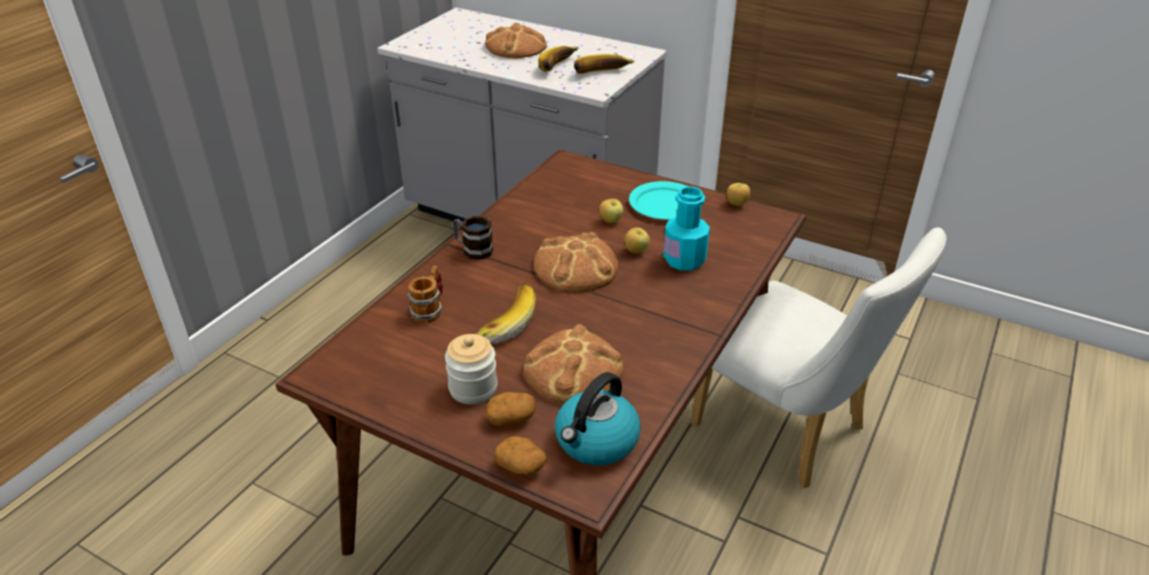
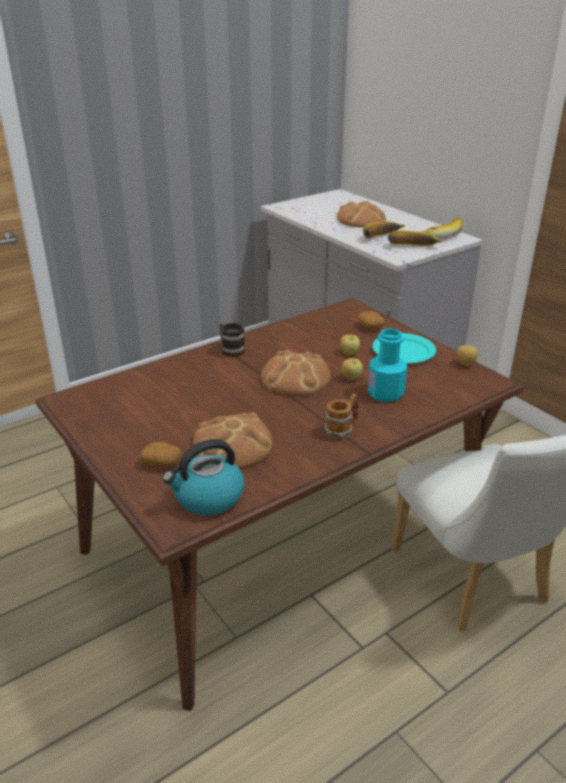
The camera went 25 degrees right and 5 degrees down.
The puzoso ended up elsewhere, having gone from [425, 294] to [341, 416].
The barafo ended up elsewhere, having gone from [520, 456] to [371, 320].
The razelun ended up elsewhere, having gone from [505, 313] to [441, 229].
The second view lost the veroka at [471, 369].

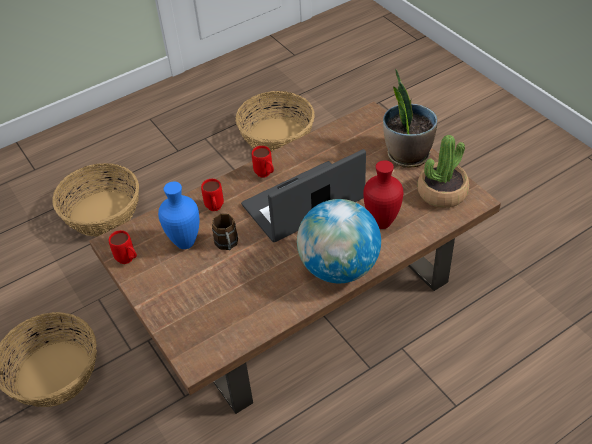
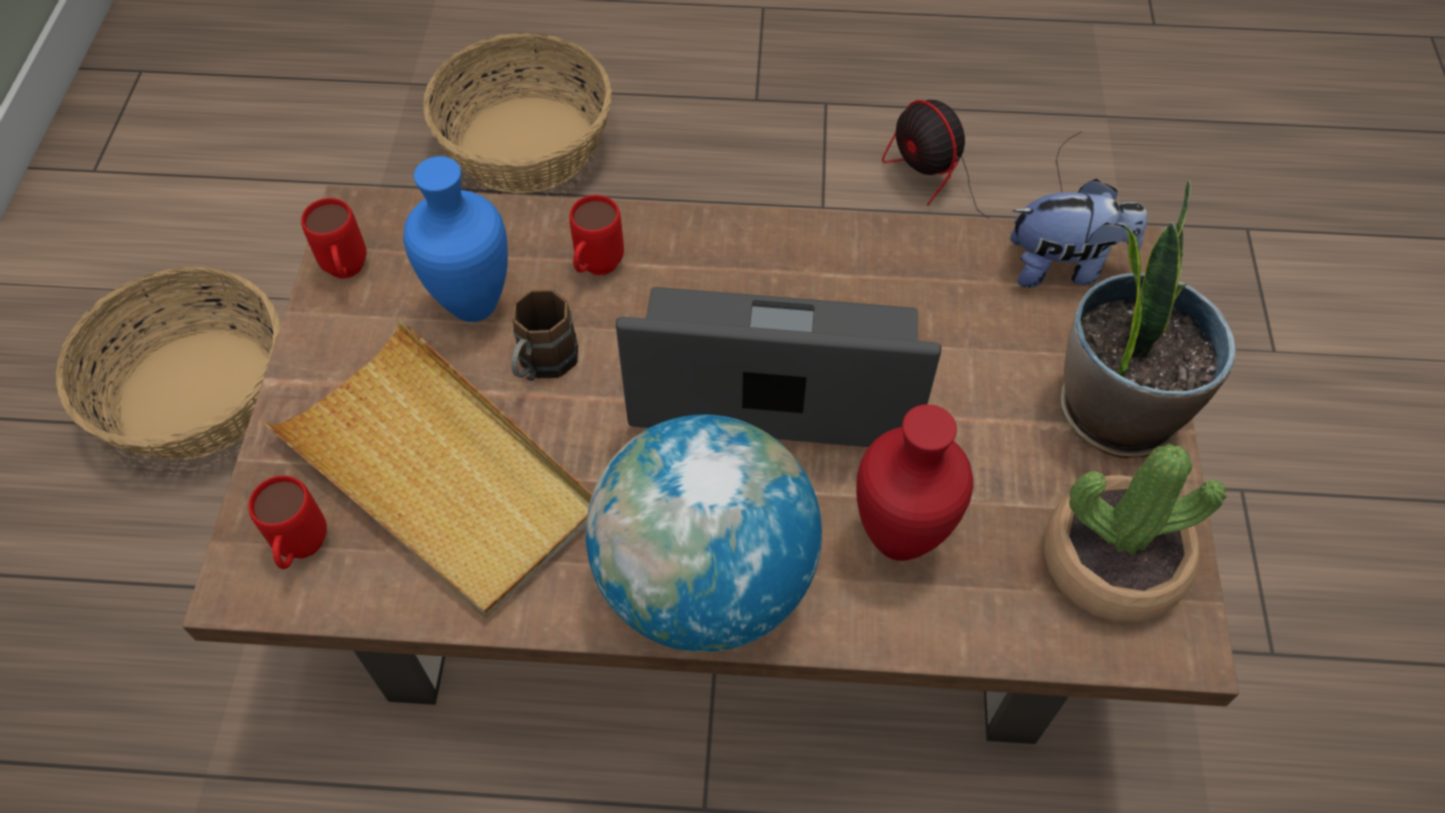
The camera went 35 degrees right and 10 degrees up.
The red puzoso ended up elsewhere, having gone from [263, 161] to [287, 522].
The second view gained the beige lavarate at [428, 468].
Where the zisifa stood at [275, 121], the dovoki came to stand at [981, 159].
The second view gained the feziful at [1078, 233].

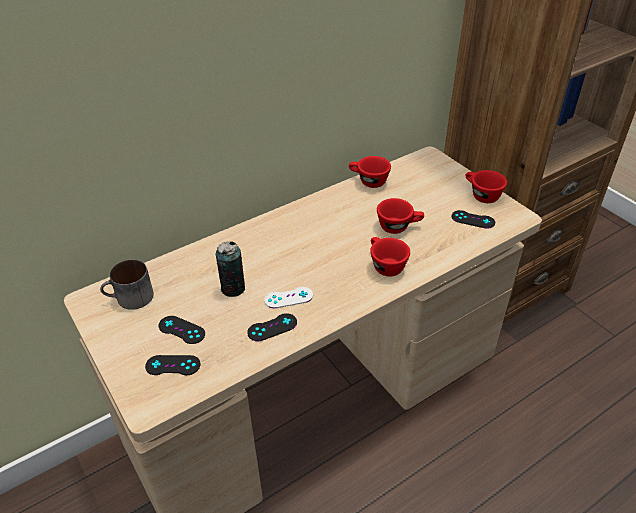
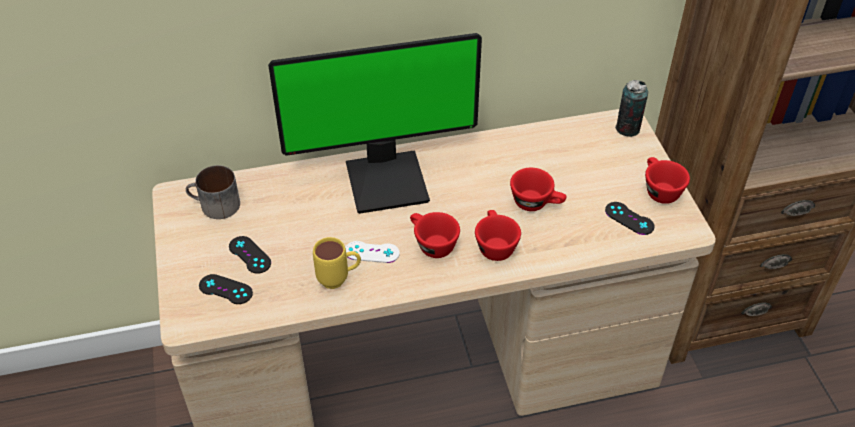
The camera went 20 degrees right and 5 degrees up.
The second view gained the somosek at [375, 123].
Where the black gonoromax stood at [272, 327], the yellow puzoso came to stand at [337, 263].
The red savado ended up elsewhere, having gone from [370, 172] to [435, 235].
The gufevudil ended up elsewhere, having gone from [230, 269] to [631, 108].

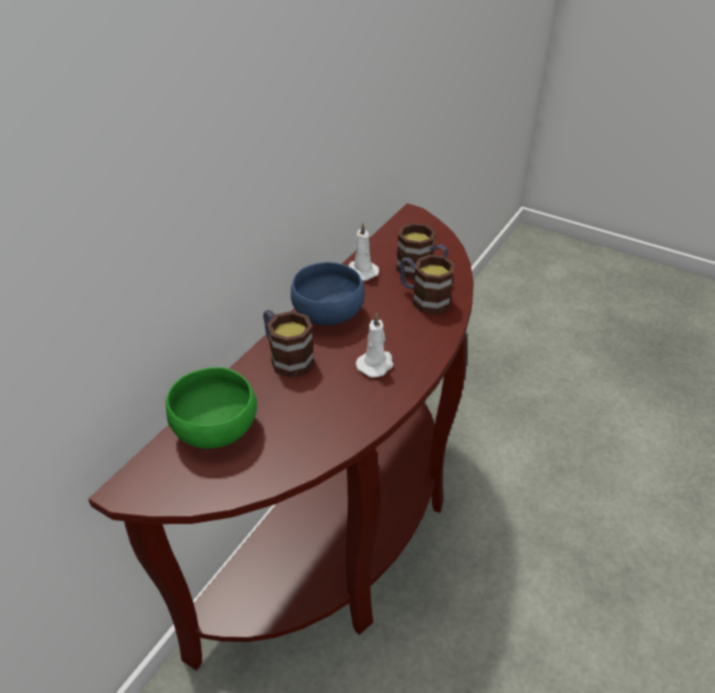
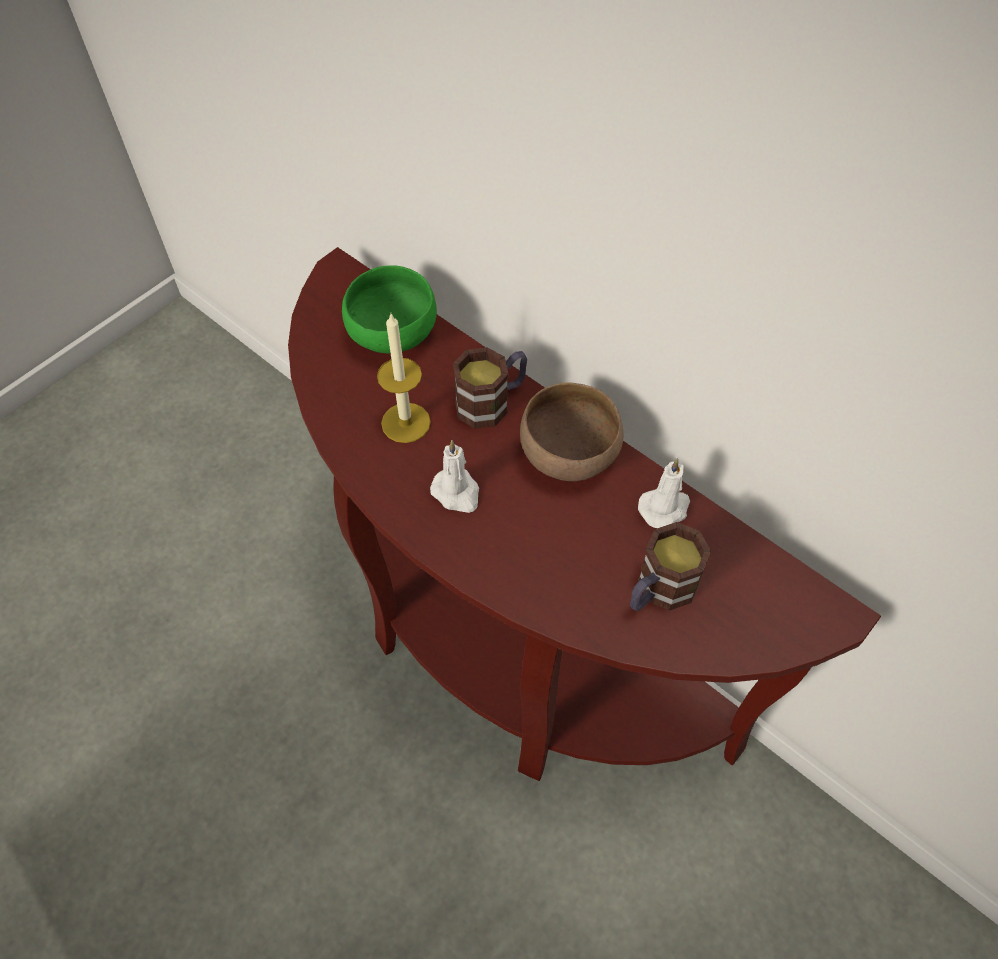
The camera went 100 degrees right and 15 degrees up.
The second view gained the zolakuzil at [404, 378].
What was the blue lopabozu at [328, 294] turned into the brown lopabozu at [571, 431].
The second view lost the puzoso at [427, 284].

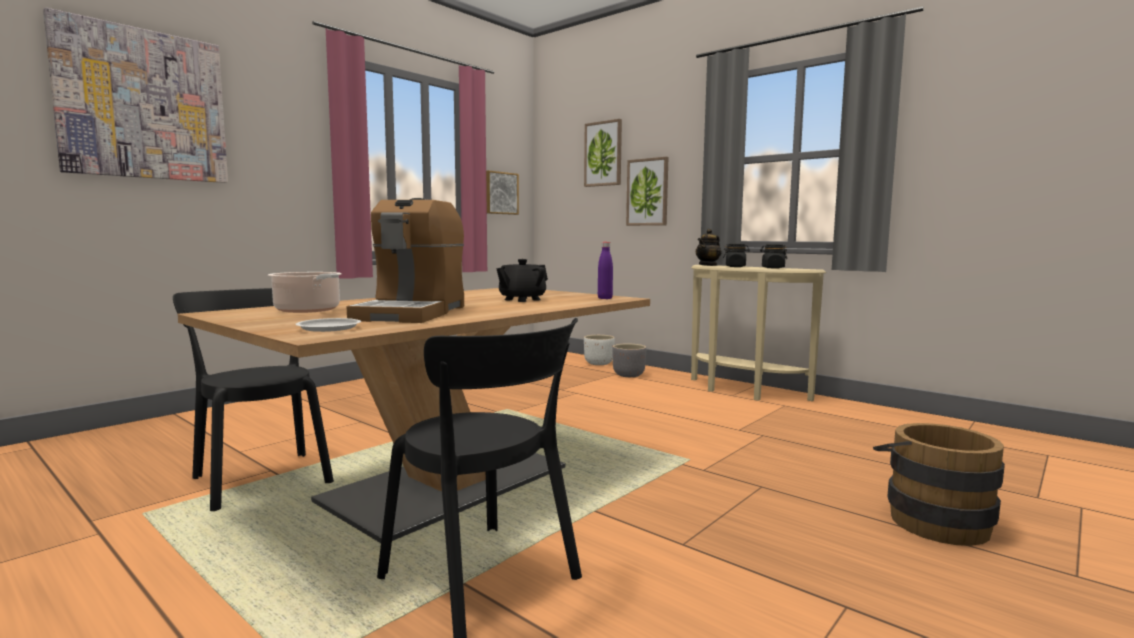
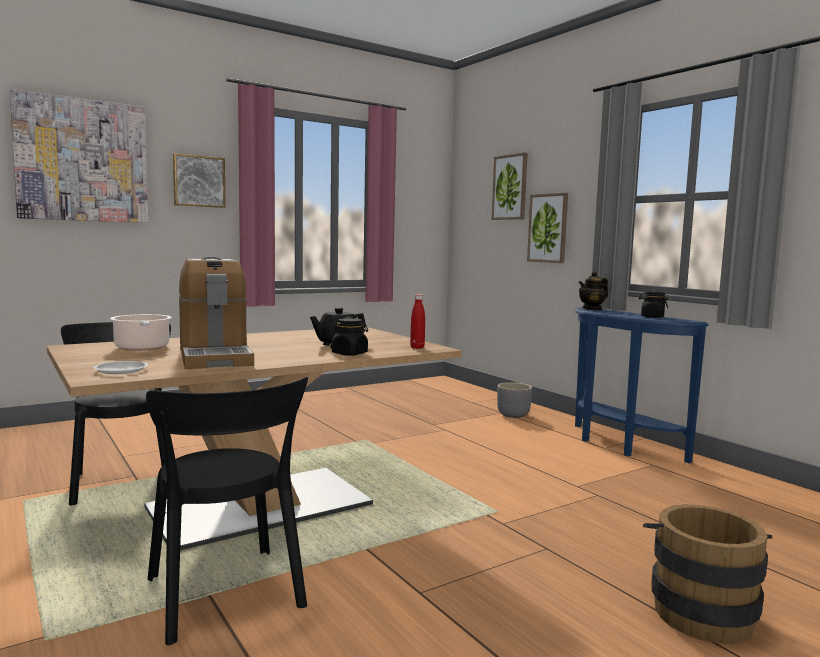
The camera went 15 degrees right and 0 degrees up.
The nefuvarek ended up elsewhere, having gone from [502, 192] to [199, 180].
The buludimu at [405, 260] ended up facing another way, 45 degrees counterclockwise from before.
The black veroka ended up elsewhere, having gone from [736, 255] to [350, 337].
What was the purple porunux at [605, 270] turned into the red porunux at [417, 321].
What was the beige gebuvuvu at [758, 333] turned into the blue gebuvuvu at [641, 385].
The second view lost the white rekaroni at [599, 350].

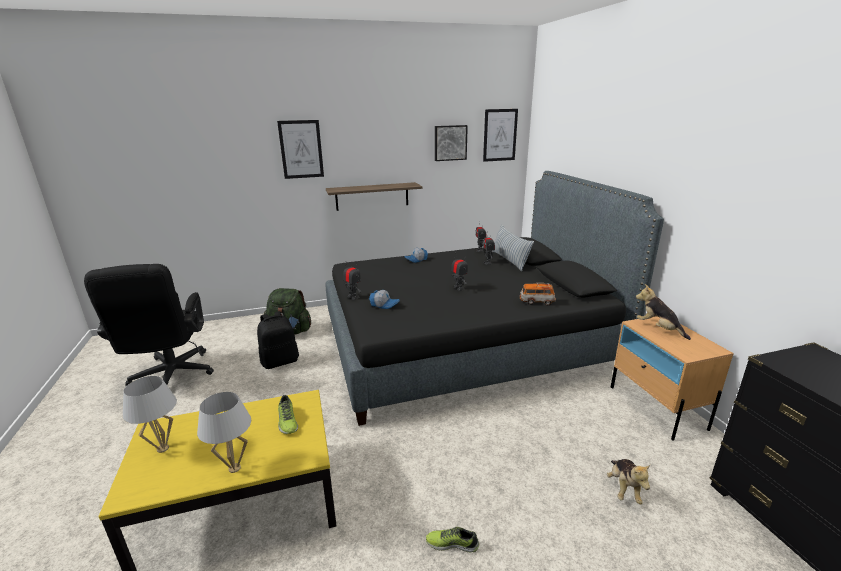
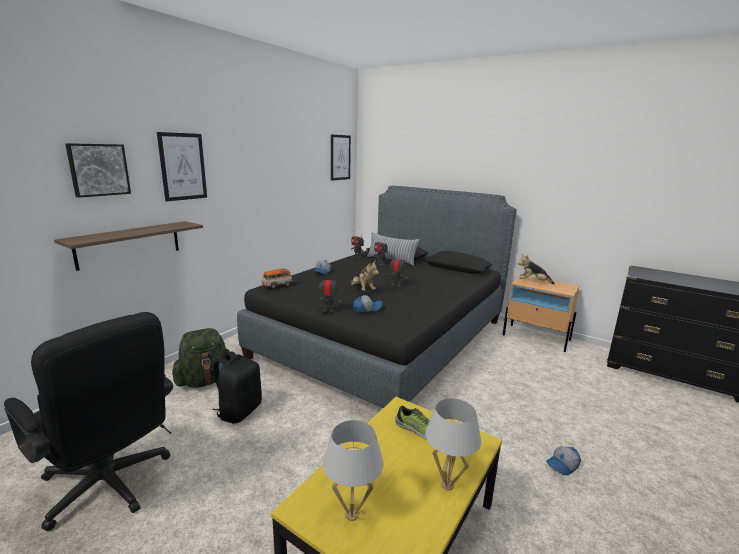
The camera went 40 degrees left and 5 degrees down.
The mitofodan ended up elsewhere, having gone from [374, 196] to [128, 246].
The nefuvarek ended up elsewhere, having gone from [451, 143] to [98, 170].
The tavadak ended up elsewhere, having gone from [538, 294] to [277, 278].
The feziful ended up elsewhere, having gone from [628, 481] to [364, 275].
Where the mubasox stood at [452, 540], the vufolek came to stand at [563, 460].

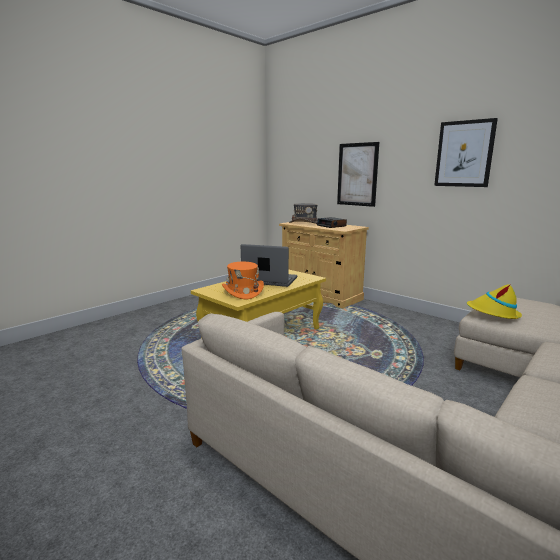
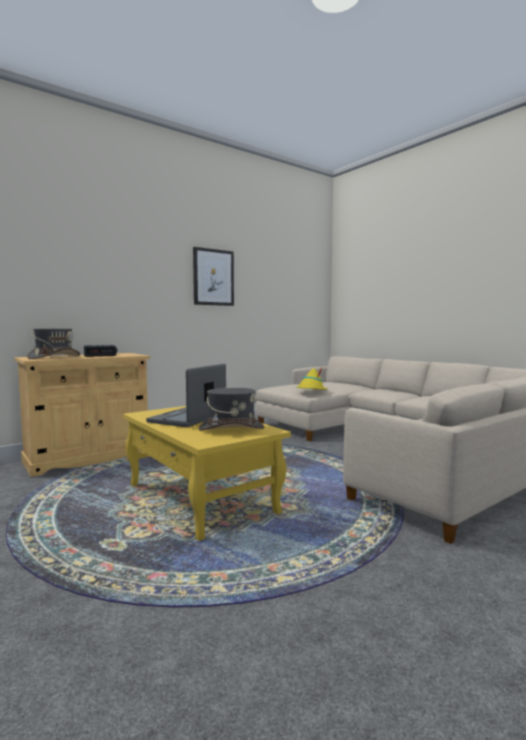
The camera went 80 degrees left and 10 degrees down.
What was the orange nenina at [243, 280] turned into the grey nenina at [231, 409].
The second view lost the nefuvarek at [358, 174].

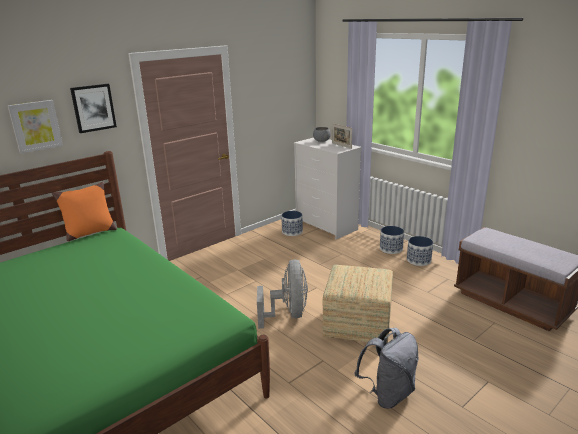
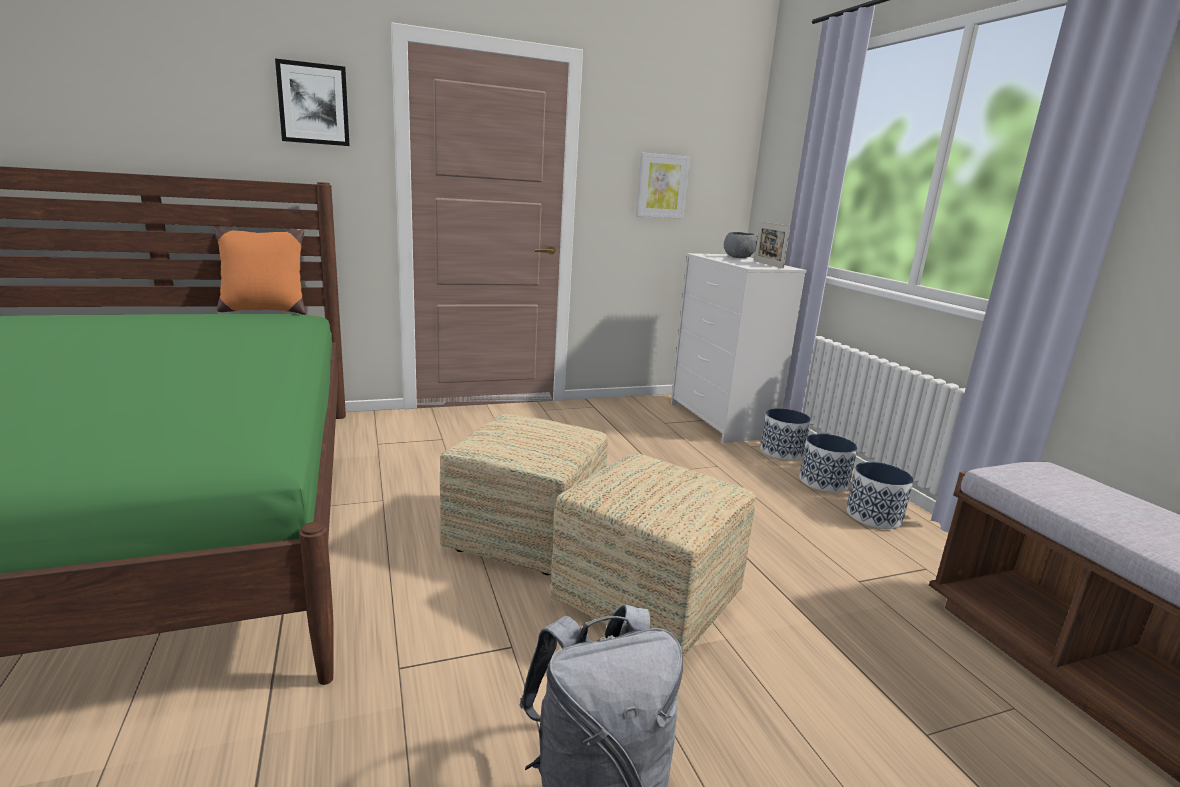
The camera went 20 degrees right and 5 degrees down.
Where the grey dovoki stood at [282, 294], the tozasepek came to stand at [524, 494].
The nefuvarek ended up elsewhere, having gone from [35, 126] to [663, 186].
The rekaroni ended up elsewhere, having gone from [292, 223] to [785, 434].

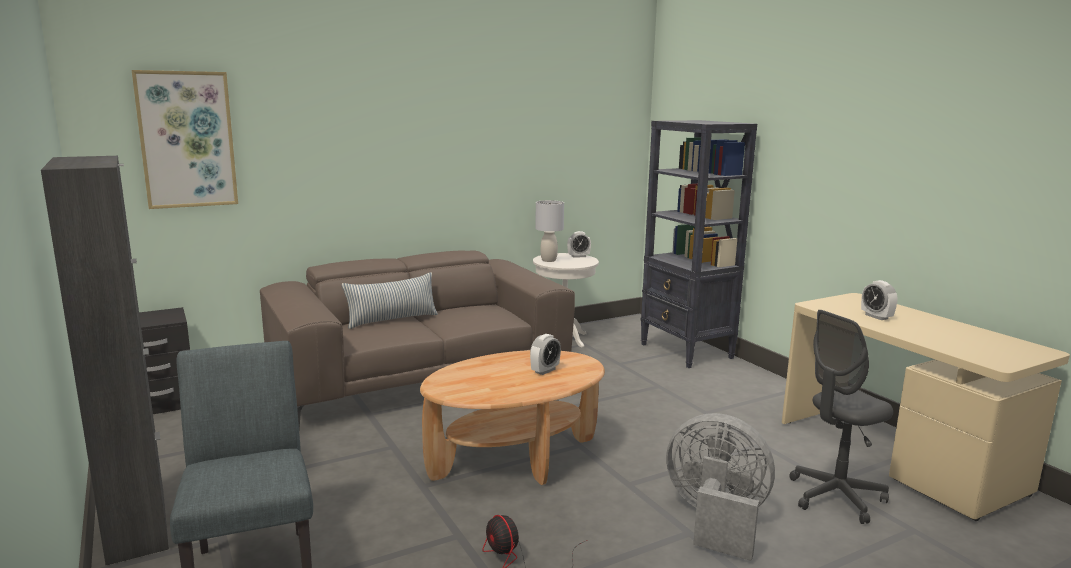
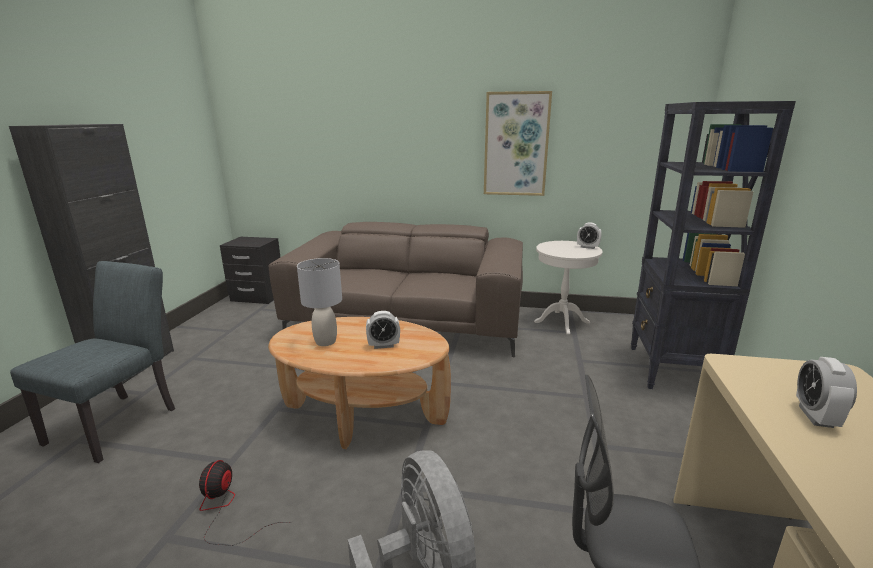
The camera went 40 degrees right and 5 degrees up.
The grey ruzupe ended up elsewhere, having gone from [549, 231] to [319, 302].
The nefuvarek ended up elsewhere, having gone from [185, 139] to [518, 143].
The second view lost the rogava at [390, 300].

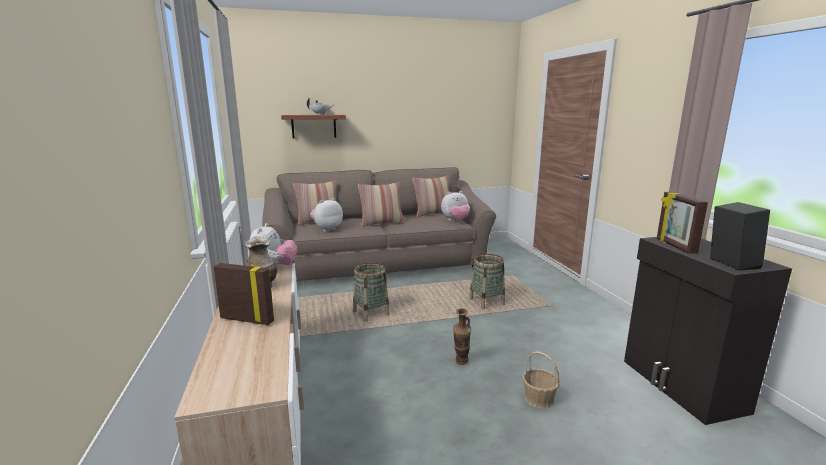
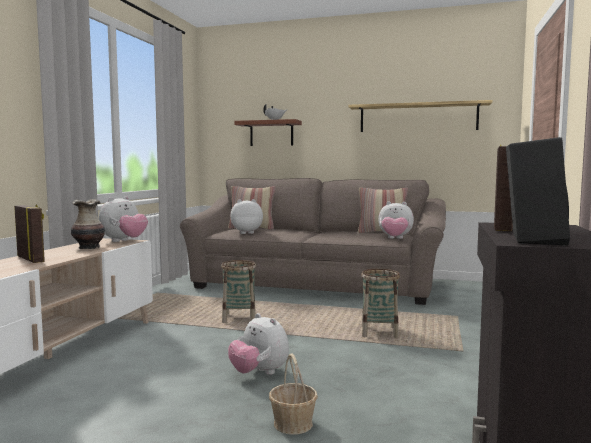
The camera went 30 degrees right and 10 degrees down.
Where the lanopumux stood at [462, 336], the feziful came to stand at [258, 344].
The second view gained the mitofodan at [420, 116].
The second view lost the rogava at [381, 204].

